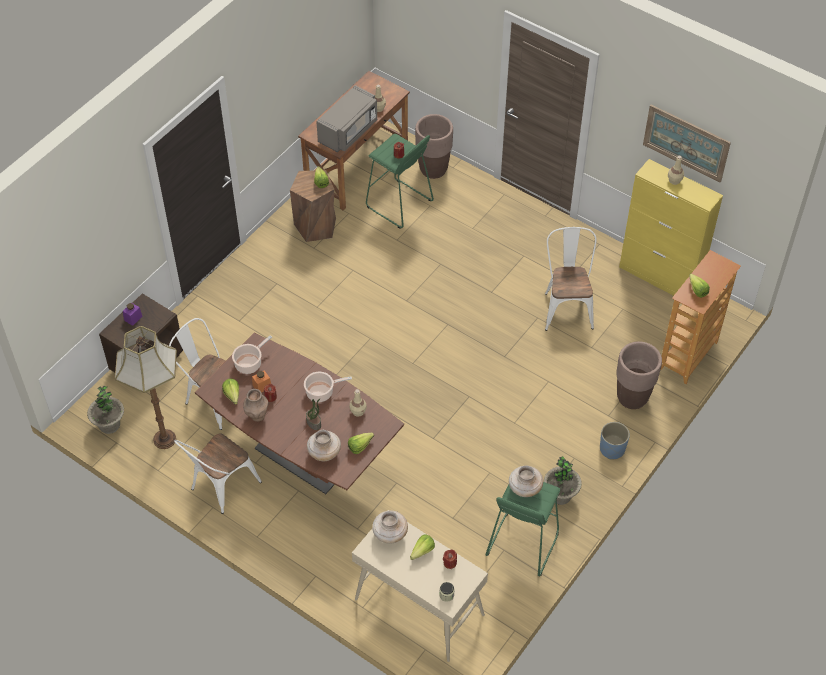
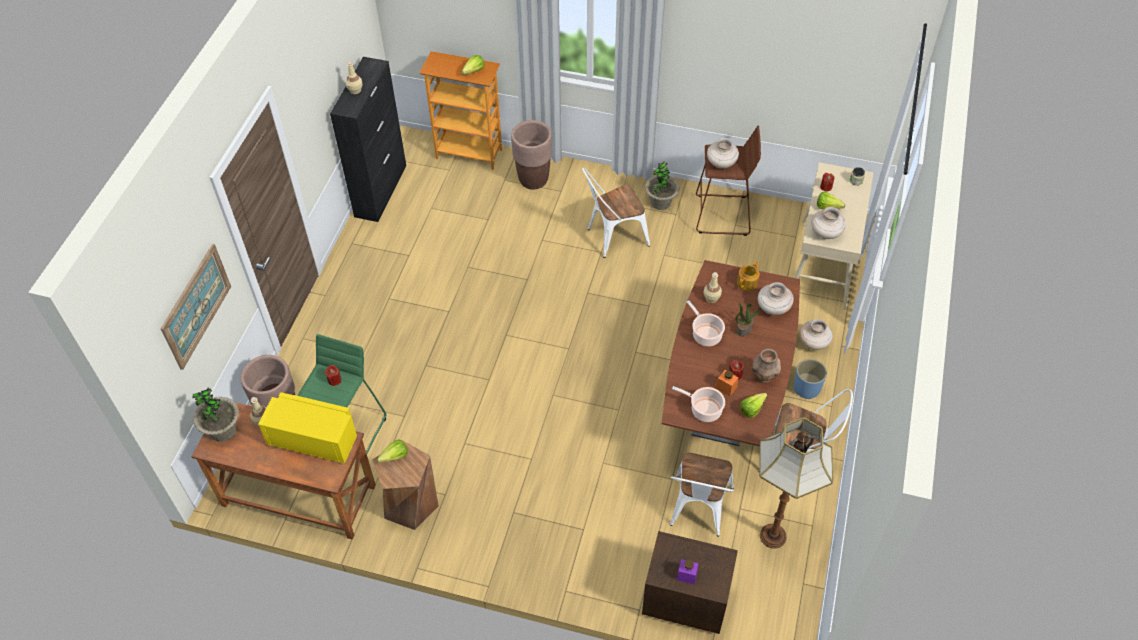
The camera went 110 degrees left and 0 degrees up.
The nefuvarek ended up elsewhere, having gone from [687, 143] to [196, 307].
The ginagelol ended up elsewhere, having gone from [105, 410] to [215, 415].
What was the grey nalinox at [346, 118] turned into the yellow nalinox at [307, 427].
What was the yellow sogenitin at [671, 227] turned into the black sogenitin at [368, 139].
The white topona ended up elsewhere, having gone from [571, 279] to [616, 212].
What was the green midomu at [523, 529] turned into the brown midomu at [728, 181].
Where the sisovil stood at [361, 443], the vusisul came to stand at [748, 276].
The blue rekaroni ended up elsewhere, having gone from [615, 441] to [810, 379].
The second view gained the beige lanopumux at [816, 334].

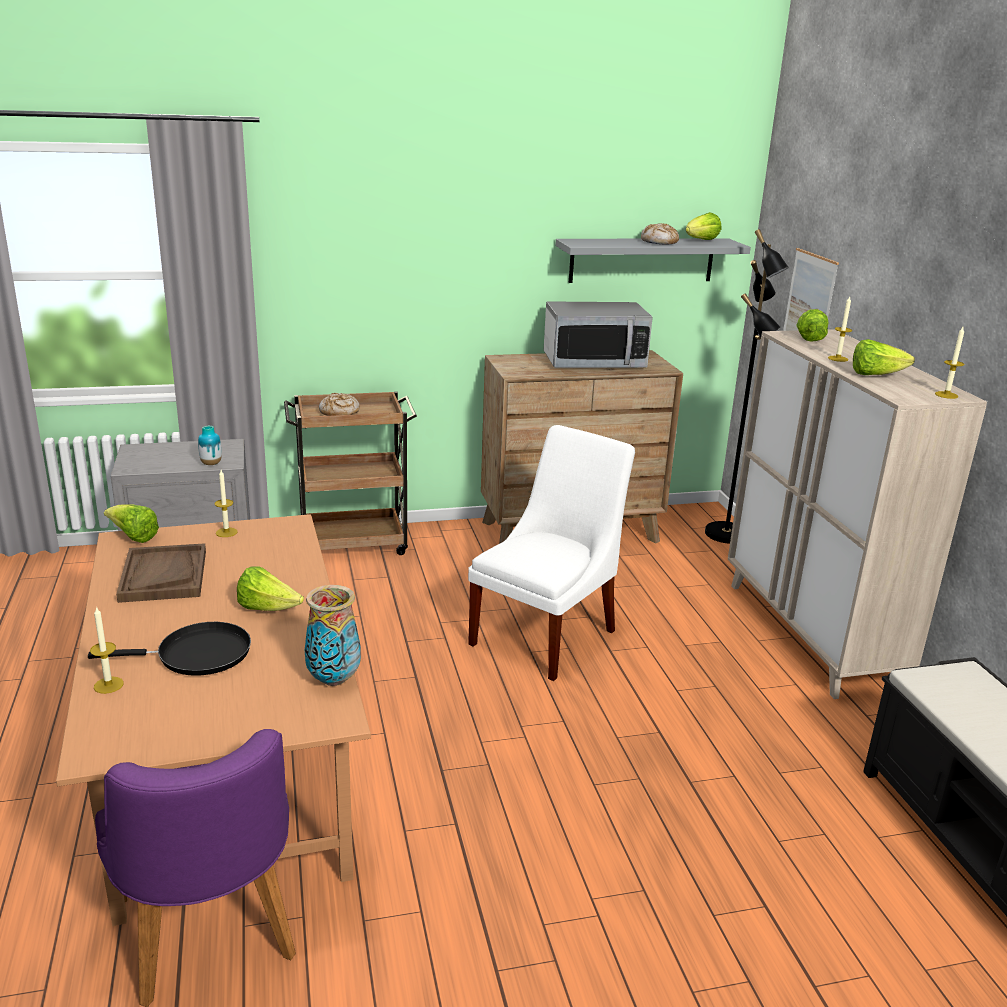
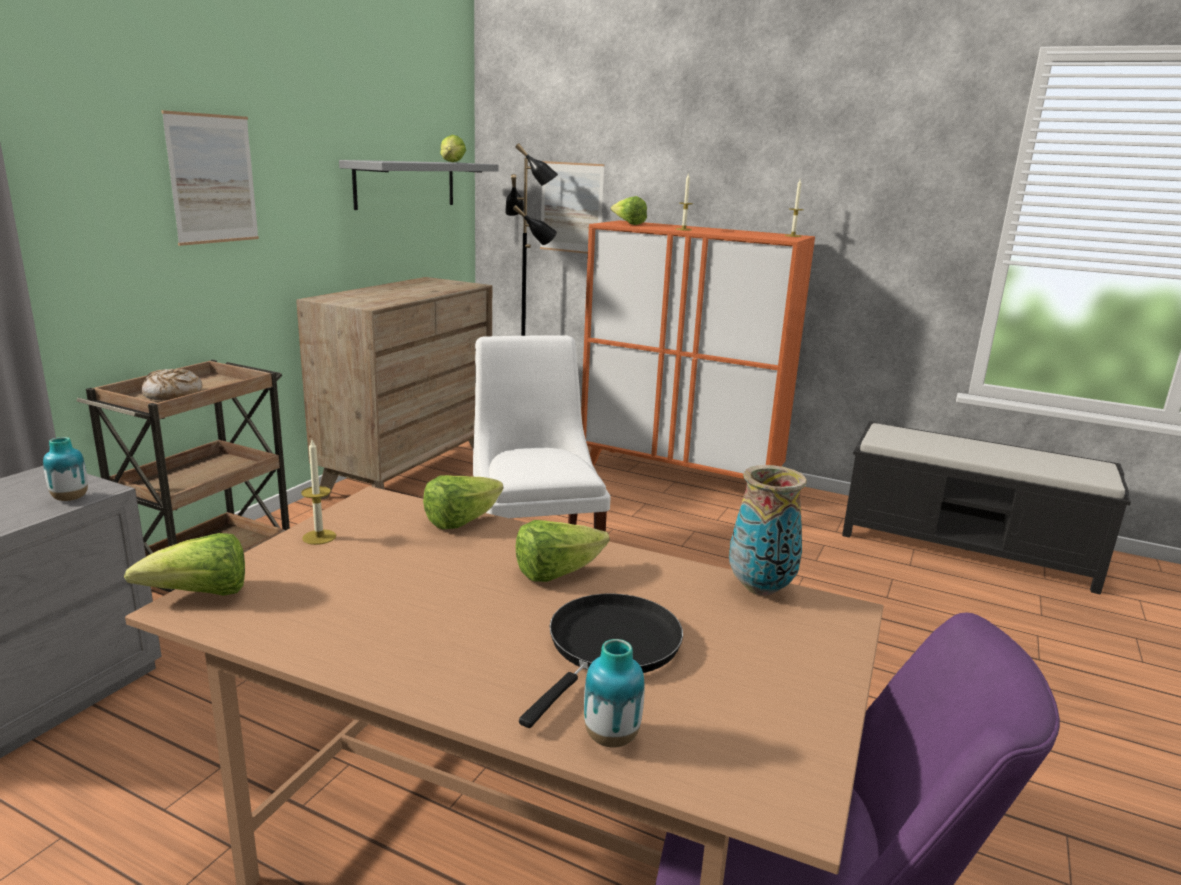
The camera went 50 degrees left and 5 degrees down.
The second view gained the nefuvarek at [210, 178].
The sisovil ended up elsewhere, having gone from [884, 357] to [463, 502].
What was the beige sogenitin at [857, 514] turned into the orange sogenitin at [698, 349].
Where the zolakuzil stood at [107, 650], the lanopumux came to stand at [614, 693].
The second view lost the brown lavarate at [161, 573].
The second view lost the nalinox at [598, 334].
The second view lost the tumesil at [660, 234].

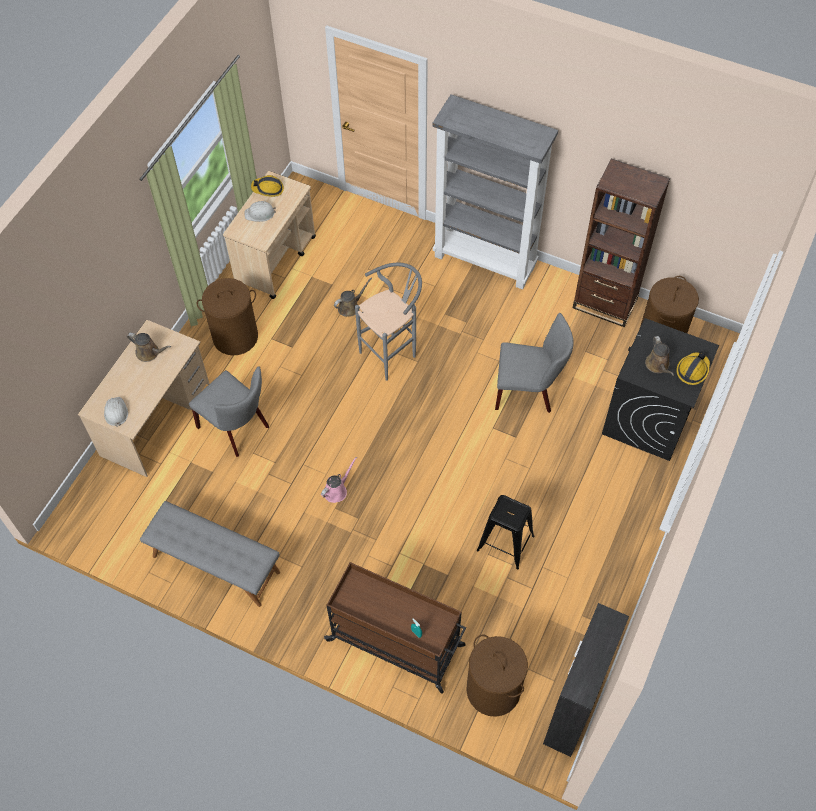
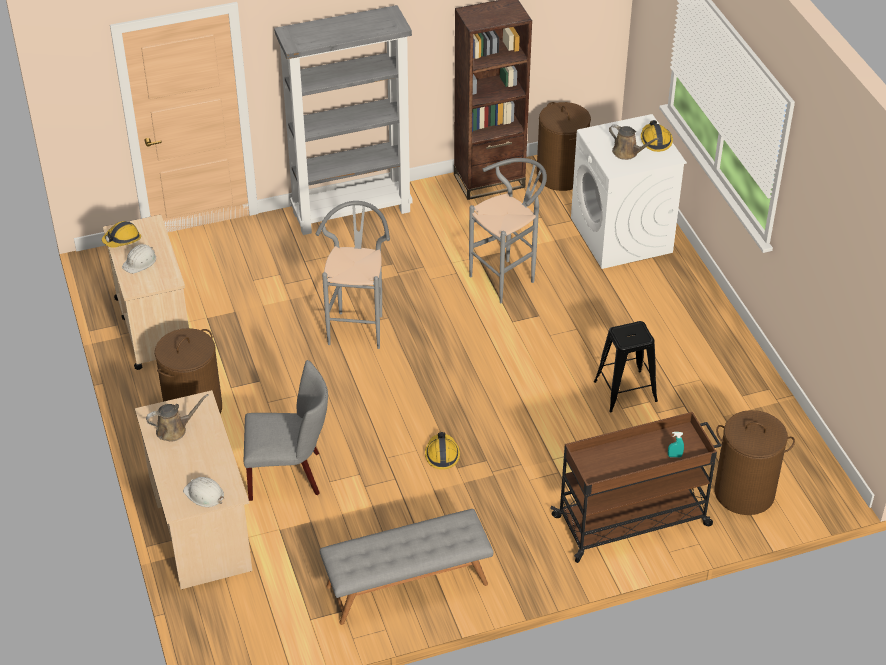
The camera went 45 degrees left and 15 degrees down.
Where the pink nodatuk stood at [339, 480], the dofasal came to stand at [442, 451].
Where the grey topona stood at [534, 363], the grey midomu came to stand at [508, 230].
What was the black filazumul at [660, 389] turned into the white filazumul at [629, 191].
The second view lost the brown nodatuk at [353, 297].
The second view lost the black sogenitin at [586, 680].

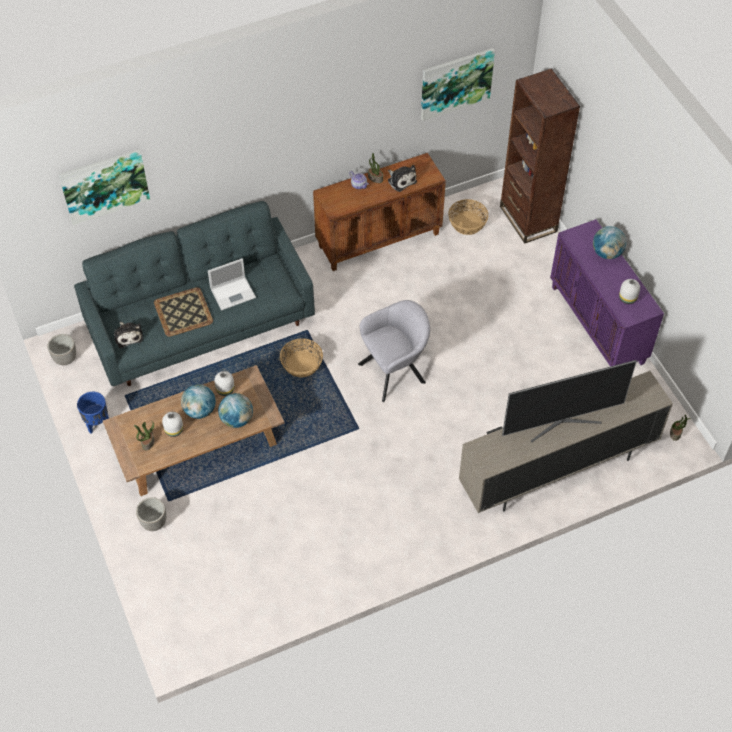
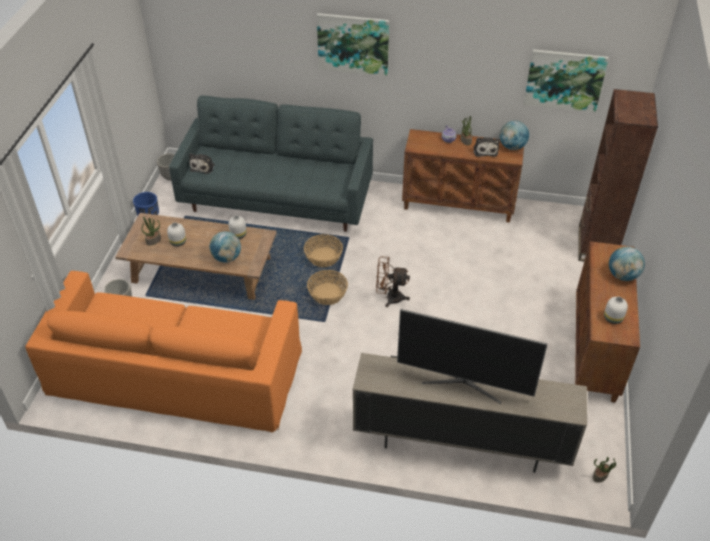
The camera went 35 degrees right and 10 degrees down.
The second view gained the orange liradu at [163, 352].
The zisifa ended up elsewhere, having gone from [468, 217] to [327, 287].
The nefuvarek ended up elsewhere, having gone from [104, 187] to [353, 44].
Where the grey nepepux stood at [394, 351], the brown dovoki came to stand at [393, 281].
The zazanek ended up elsewhere, having gone from [198, 401] to [514, 135].
What was the purple sogenitin at [607, 293] turned into the brown sogenitin at [607, 322].
The second view lost the lavarate at [183, 312].
The second view lost the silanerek at [232, 284].

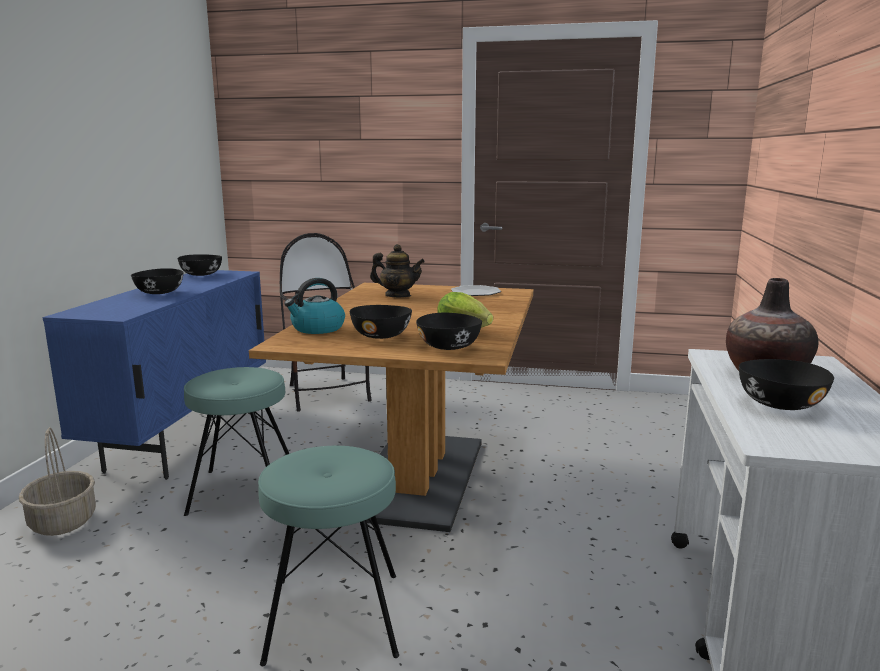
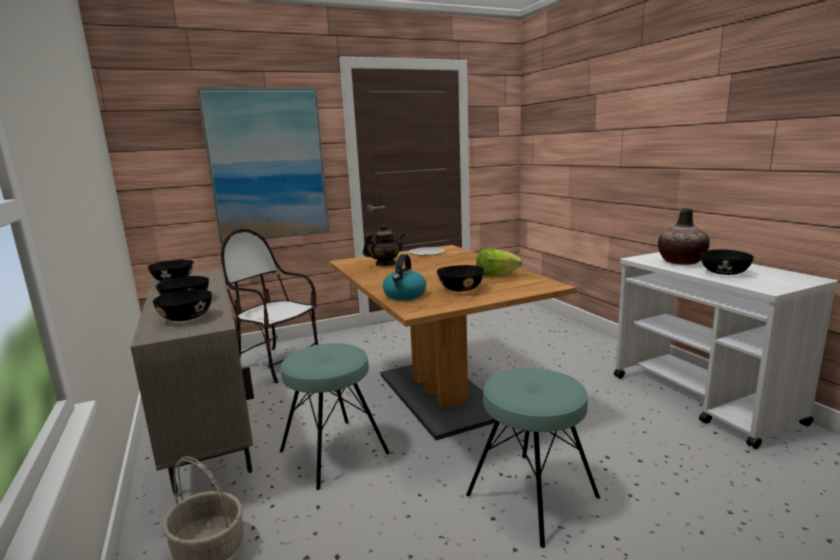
The camera went 35 degrees left and 0 degrees up.
What was the blue sogenitin at [154, 375] turned into the beige sogenitin at [192, 381].
The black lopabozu ended up elsewhere, having gone from [449, 331] to [182, 305].
The second view gained the nefuvarek at [263, 165].

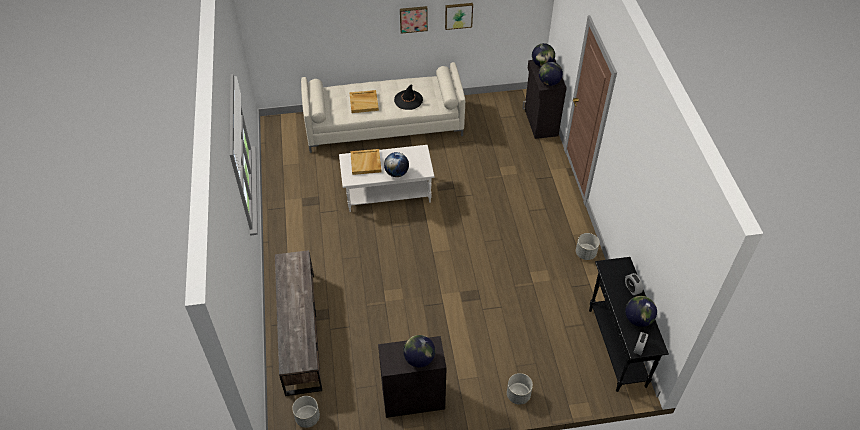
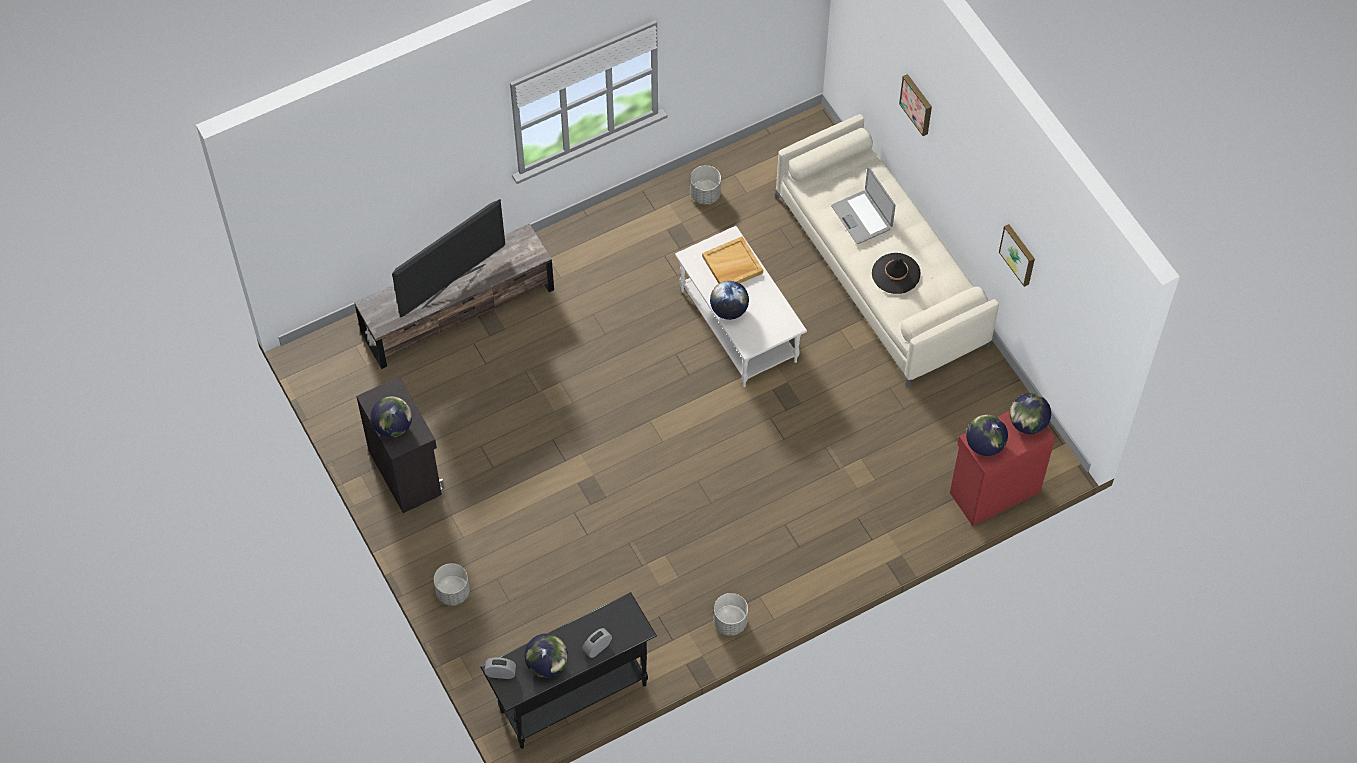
The camera went 70 degrees right and 10 degrees up.
The second view gained the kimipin at [448, 258].
The grey rekaroni ended up elsewhere, having gone from [306, 412] to [705, 185].
Where the beige lavarate stood at [364, 101], the silanerek came to stand at [863, 205].
The nefuvarek ended up elsewhere, having gone from [414, 20] to [915, 105].
What was the black sogenitin at [544, 99] turned into the red sogenitin at [1002, 468].

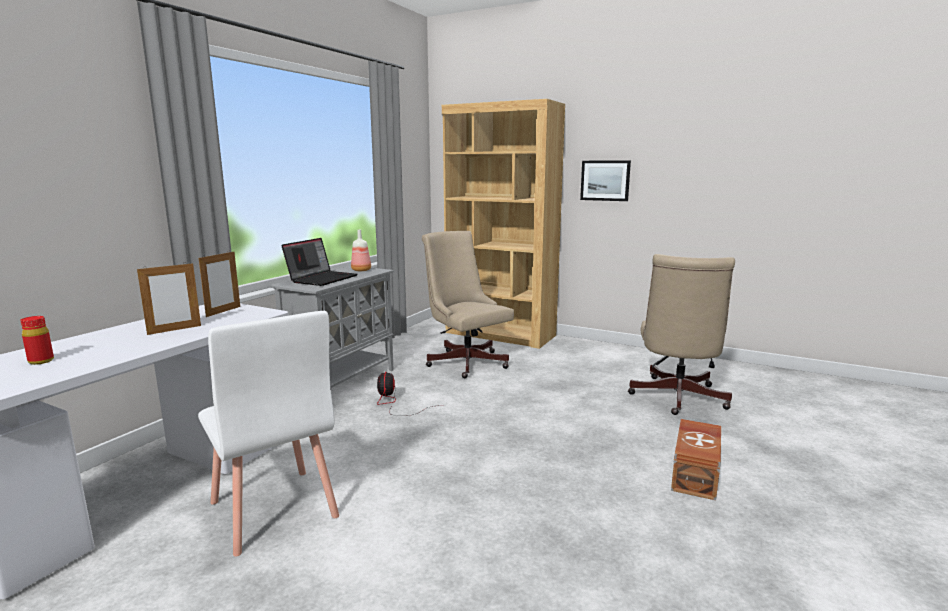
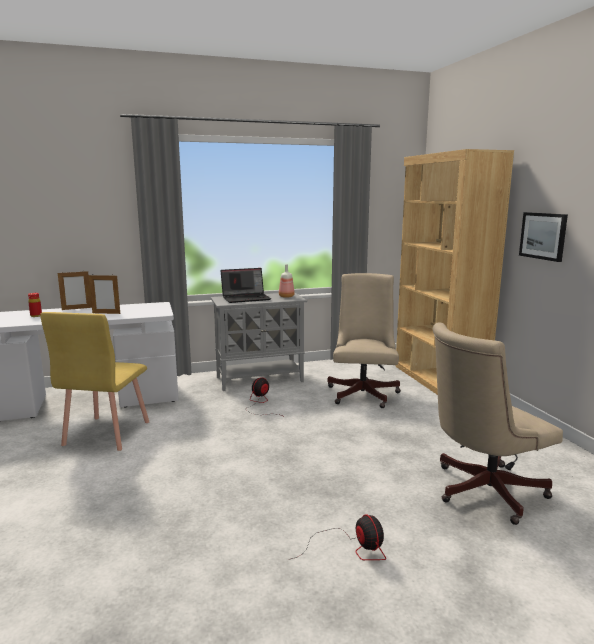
The camera went 45 degrees right and 0 degrees up.
What was the white topona at [268, 434] turned into the yellow topona at [94, 381].
The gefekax ended up elsewhere, having gone from [219, 283] to [75, 290].
Where the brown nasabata stood at [696, 459], the dovoki came to stand at [337, 537].

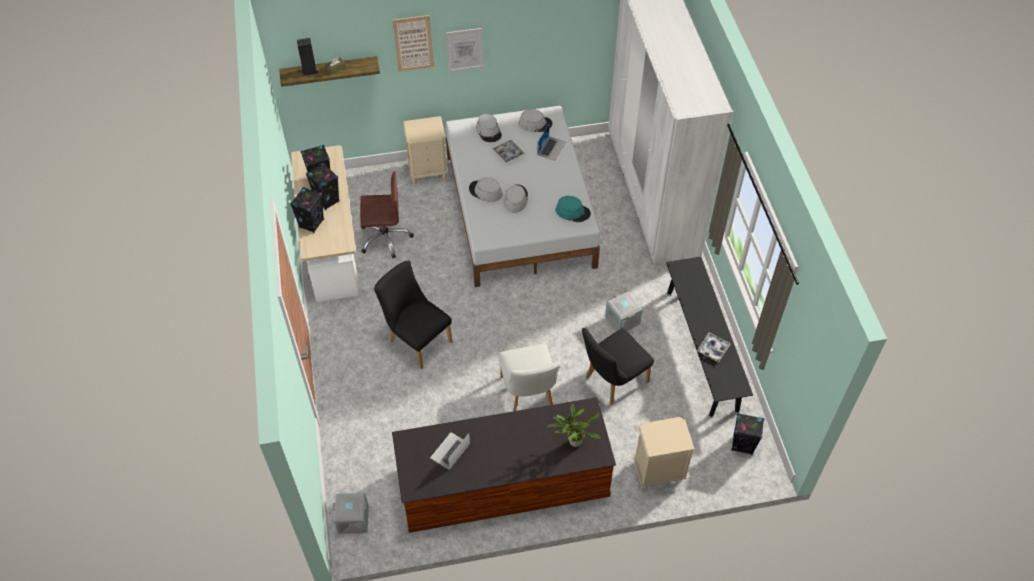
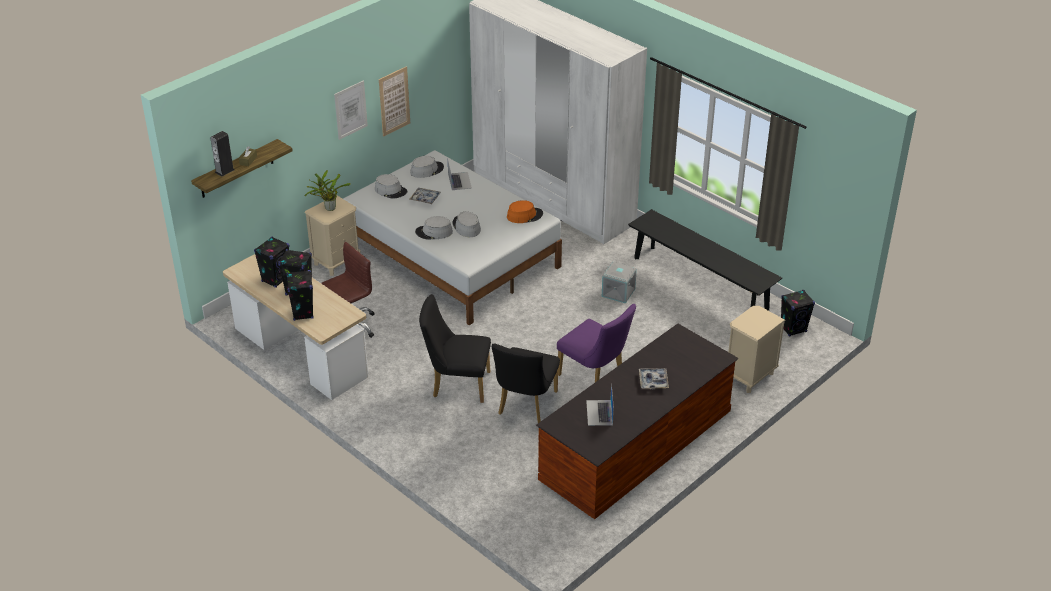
The camera went 35 degrees left and 15 degrees down.
The ginagelol ended up elsewhere, having gone from [573, 425] to [327, 190].
The nefuvarek ended up elsewhere, having gone from [413, 43] to [394, 101].
The black topona ended up elsewhere, having gone from [618, 366] to [526, 383].
What was the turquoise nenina at [573, 209] turned into the orange nenina at [525, 211].
What was the white topona at [529, 377] turned into the purple topona at [596, 343].
The lavarate ended up elsewhere, having gone from [714, 347] to [654, 378].
The second view lost the grey nasabata at [351, 513].

